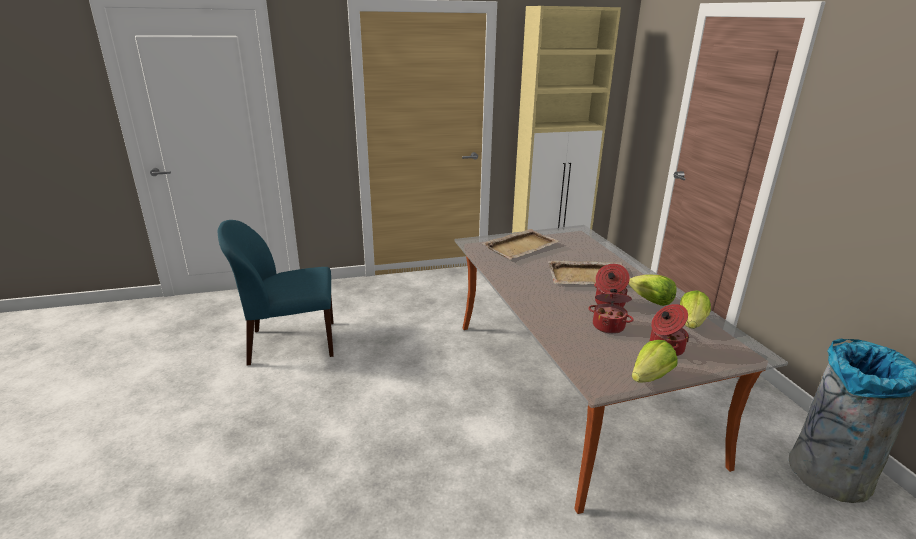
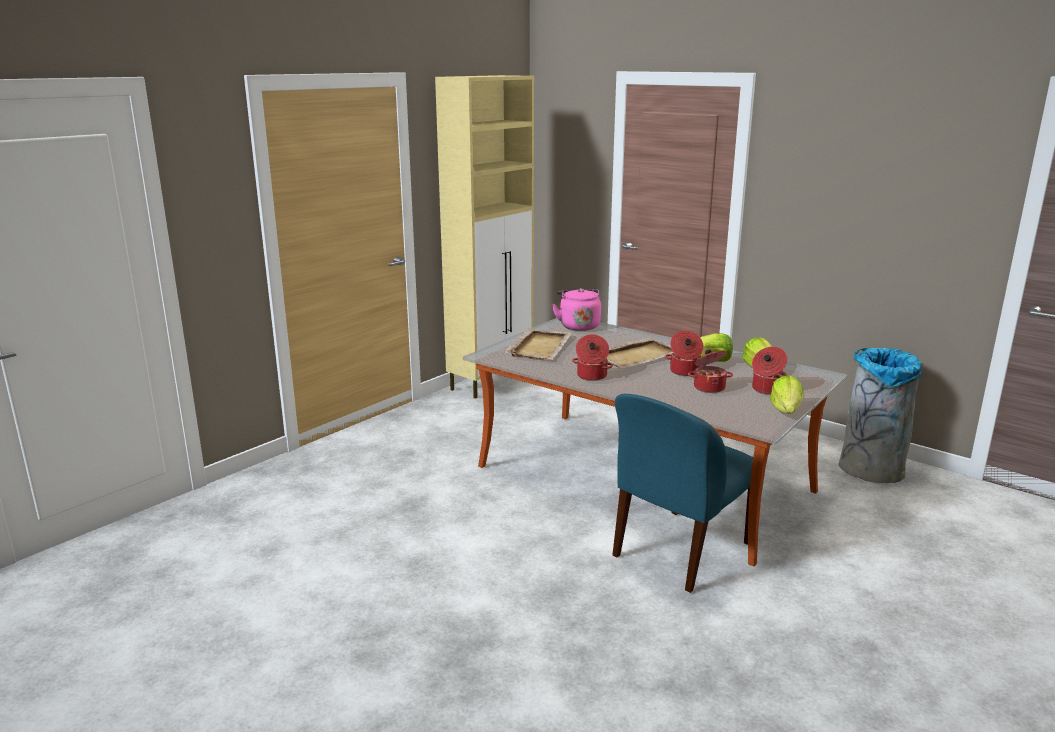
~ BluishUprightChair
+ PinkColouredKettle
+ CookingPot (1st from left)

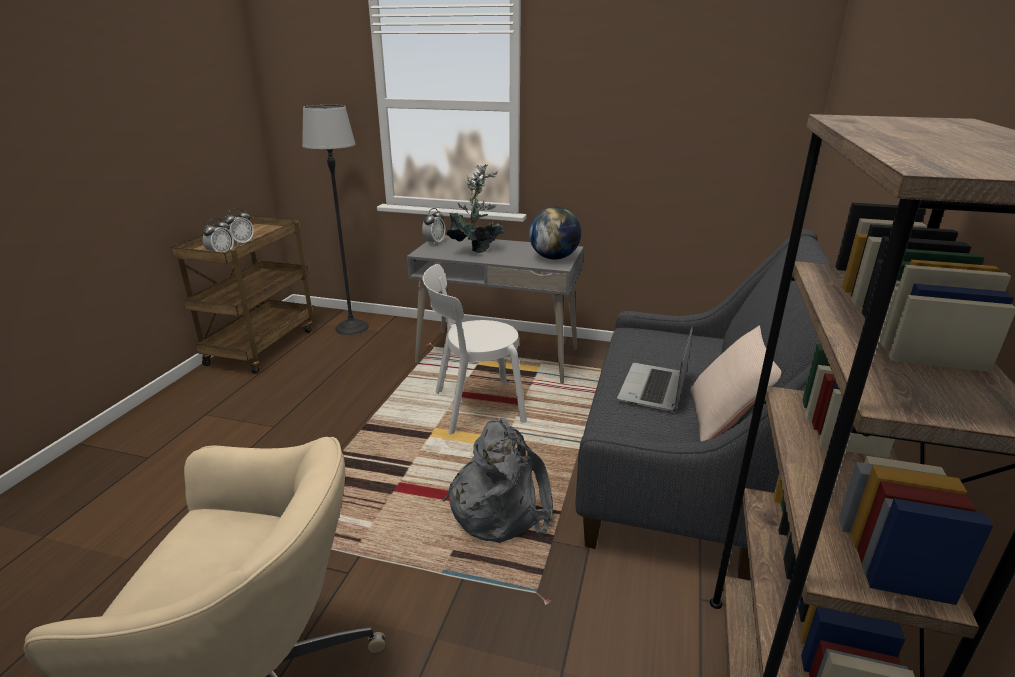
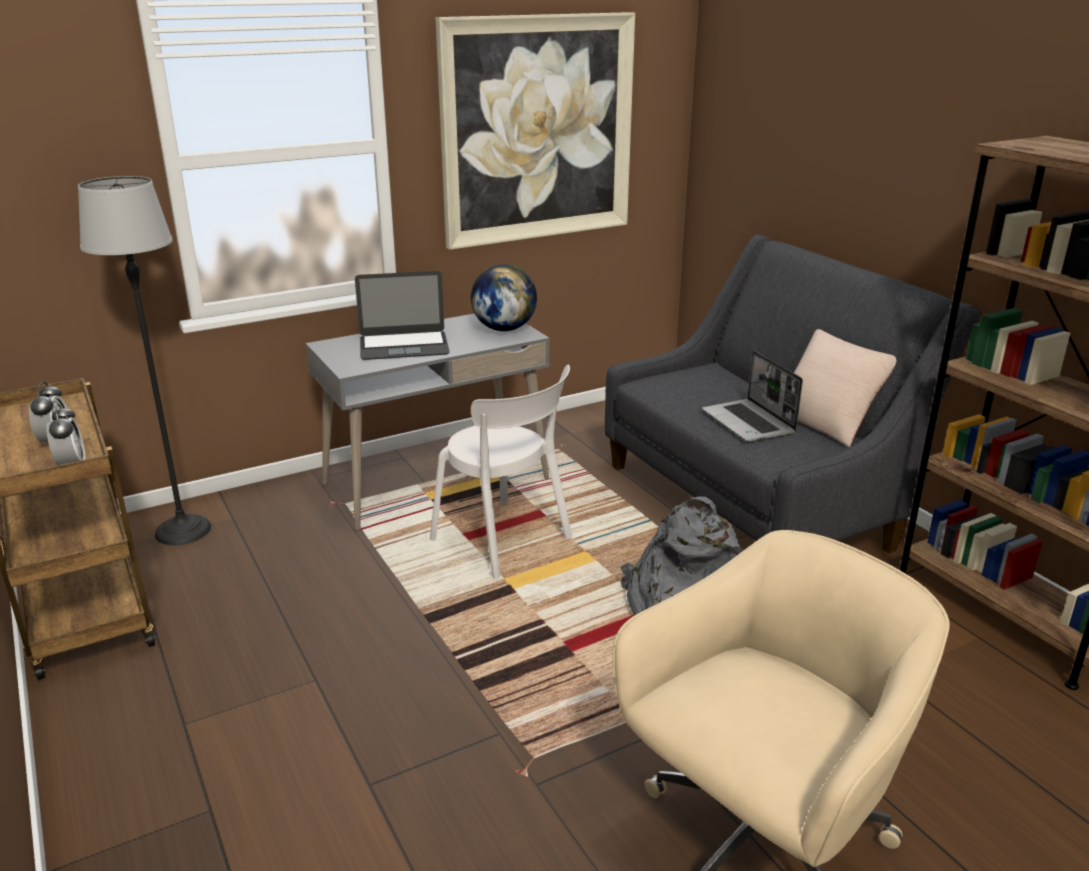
- BedsideClock (3rd from left)
~ WhiteColouredUprightChair 75 degrees counterclockwise
~ PlantInAPot to Laptop (1st from left)
+ Picture

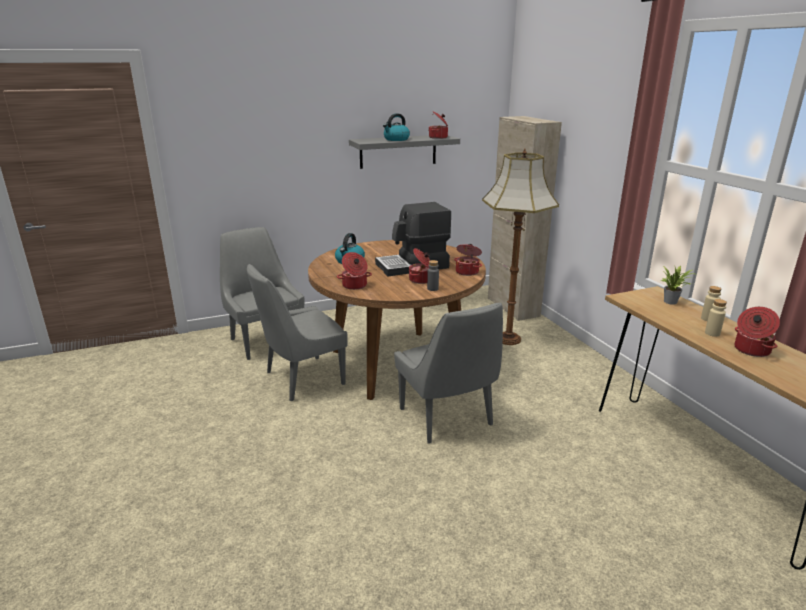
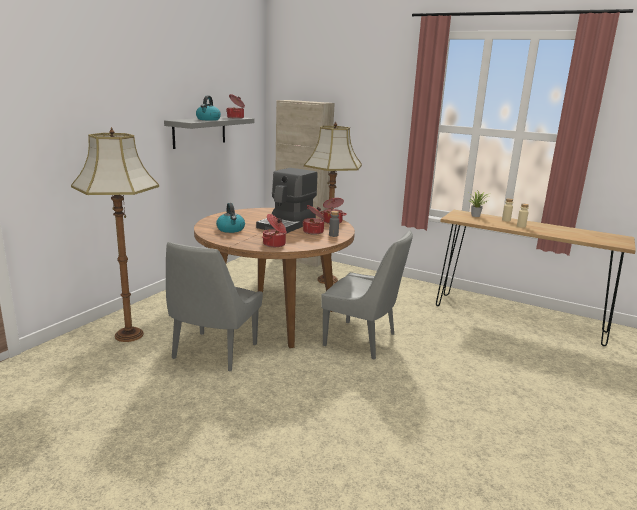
~ GreyishUprightChair (1st from left) to StandardLamp (1st from left)
- CookingPot (5th from left)

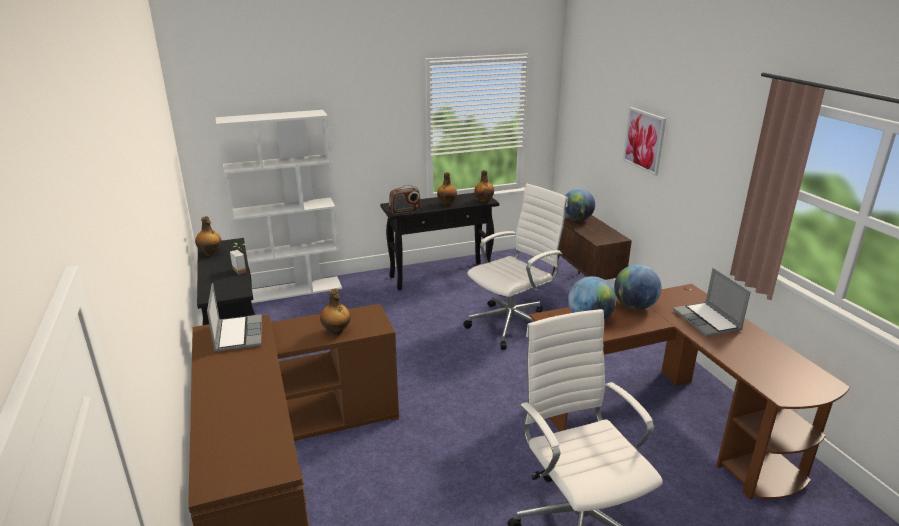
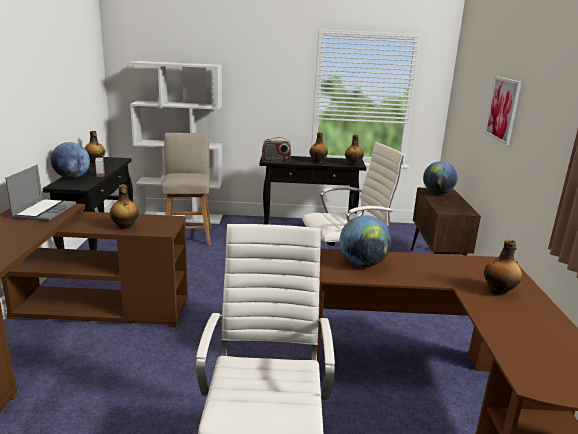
~ Globe (3rd from left in the first image) to Globe (1st from left)
~ Laptop (2nd from left) to Bottle (5th from left)
+ BeigeColouredUprightChair

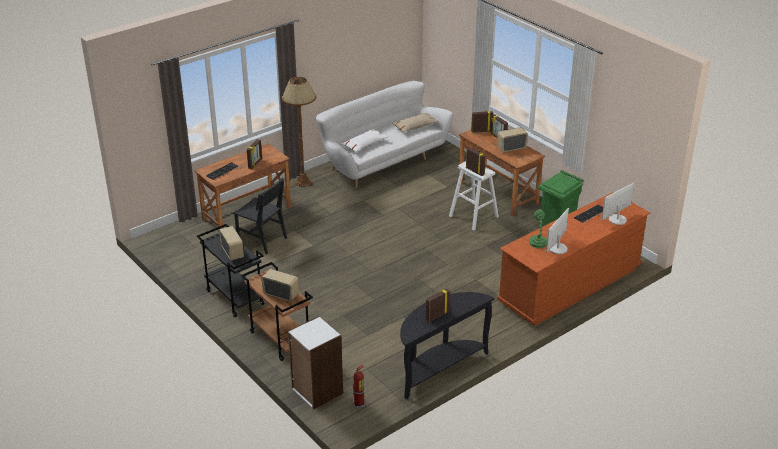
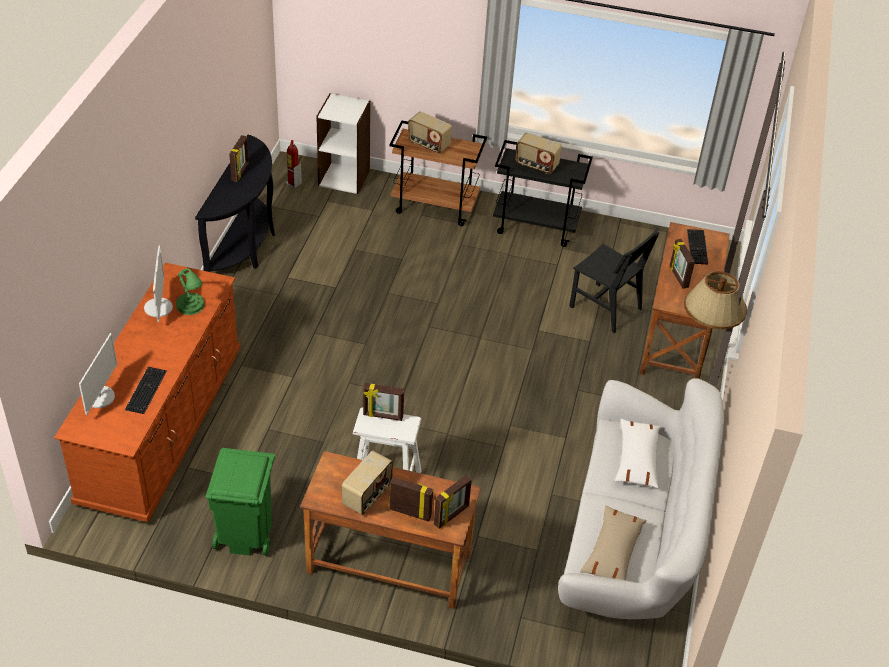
~ BlackUprightChair 135 degrees counterclockwise
~ RadioReceiver (2nd from left) 45 degrees clockwise

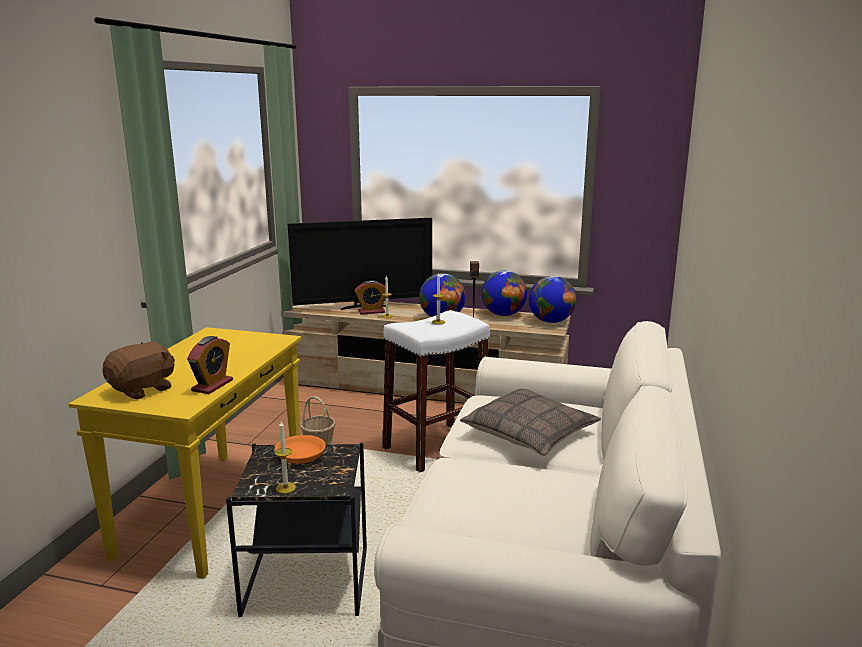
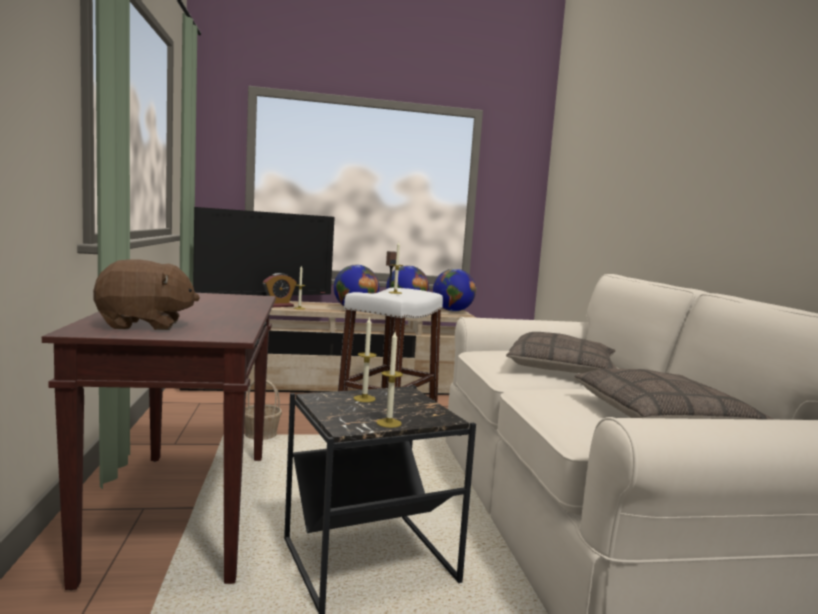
~ YellowHallTable to BrownishHallTable
~ BrownishPlushToy 60 degrees clockwise
- BedsideClock (1st from left)
~ OrangeColouredServingBowl to WaxCandle (2nd from left)
+ Cushion (2nd from left)

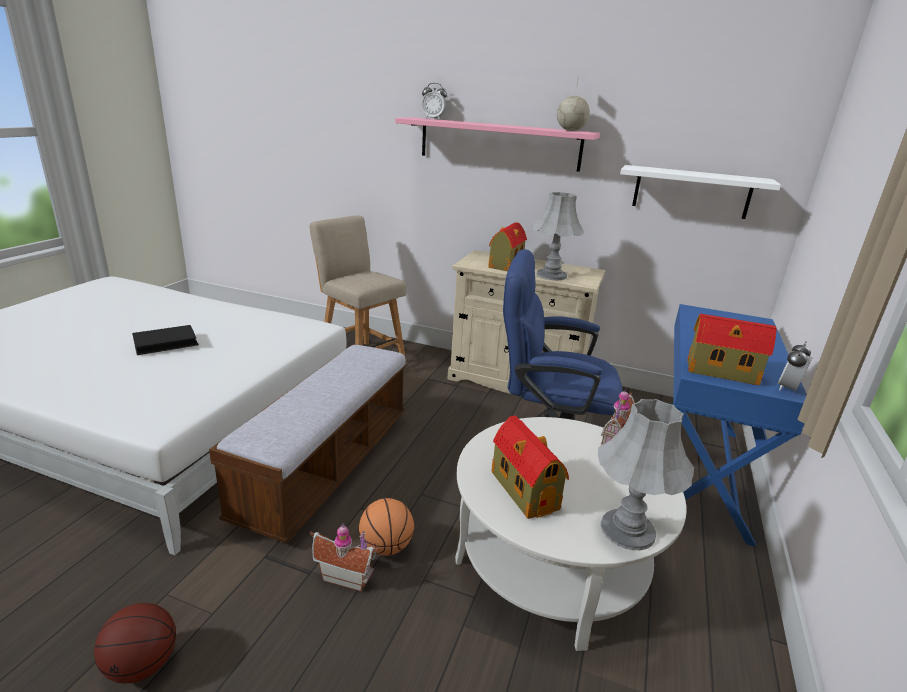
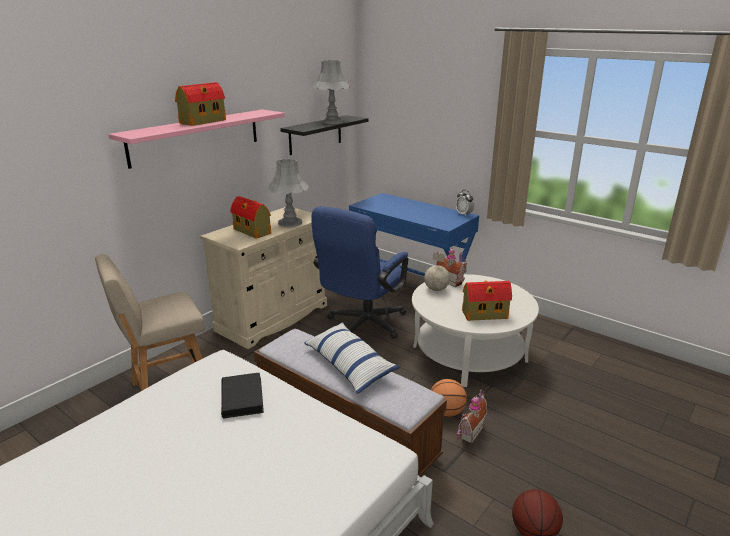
~ BlackBook
- BedsideClock (1st from left)
~ Globe
~ GreyishLampForATable (2nd from left)
~ WhiteColouredWallShelf to BlackWallShelf
~ ToyHouse (5th from left in the first image) to ToyHouse (1st from left)
+ Cushion

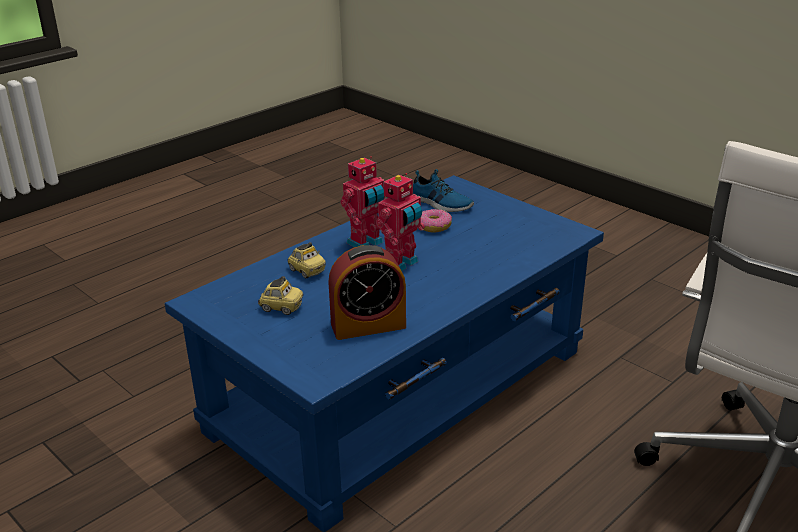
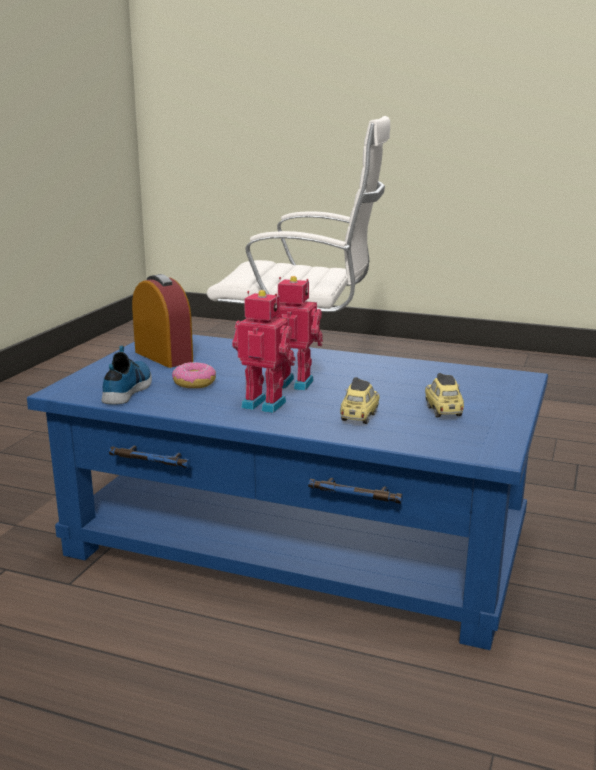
~ BedsideClock

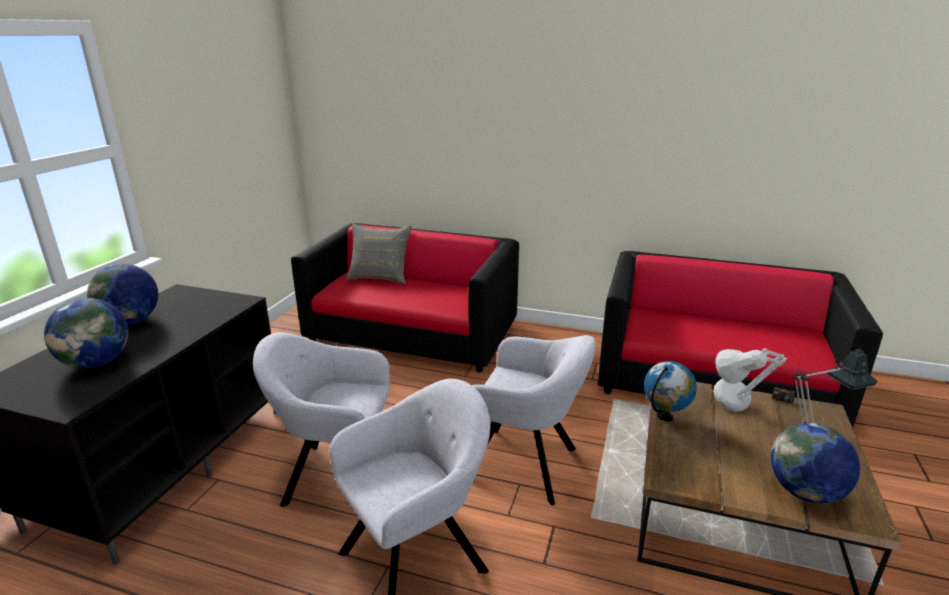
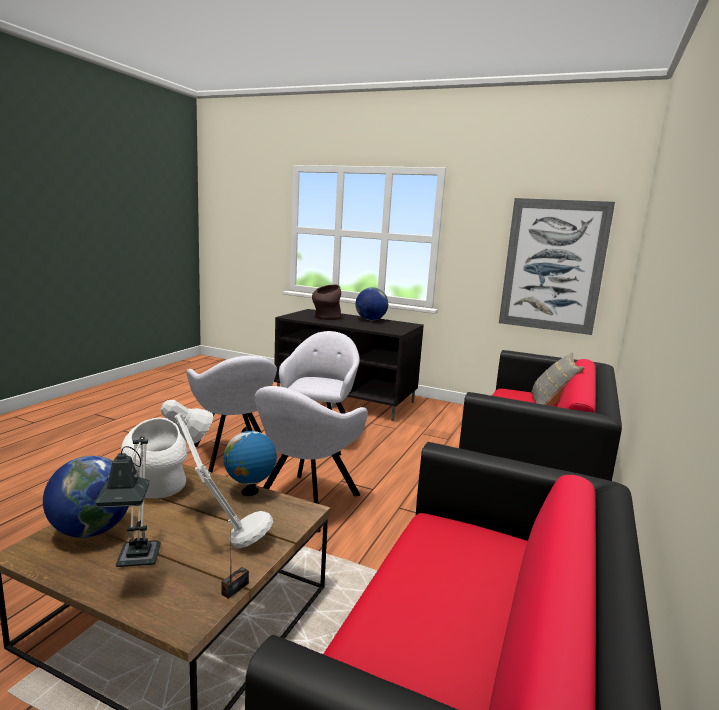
~ Globe (1st from left) to BrownishFlowerVase
+ WhiteColouredFlowerVase
+ Picture

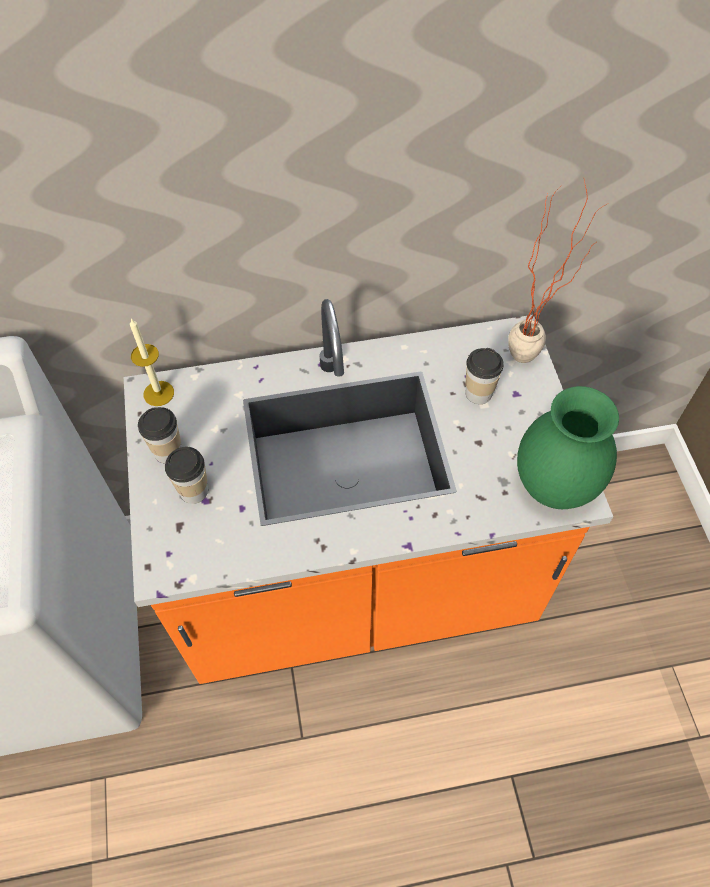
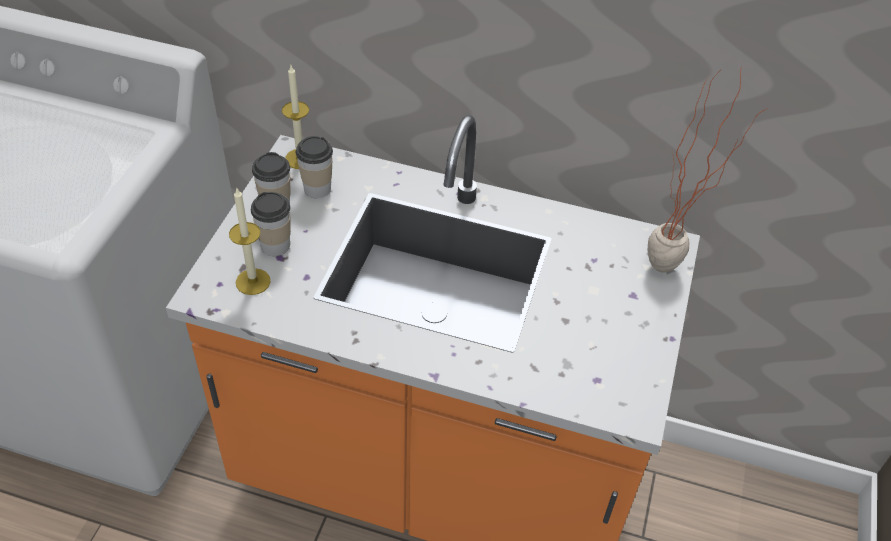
~ SmallCup (3rd from left)
- GreenFlowerVase
+ WaxCandle (1st from left)

